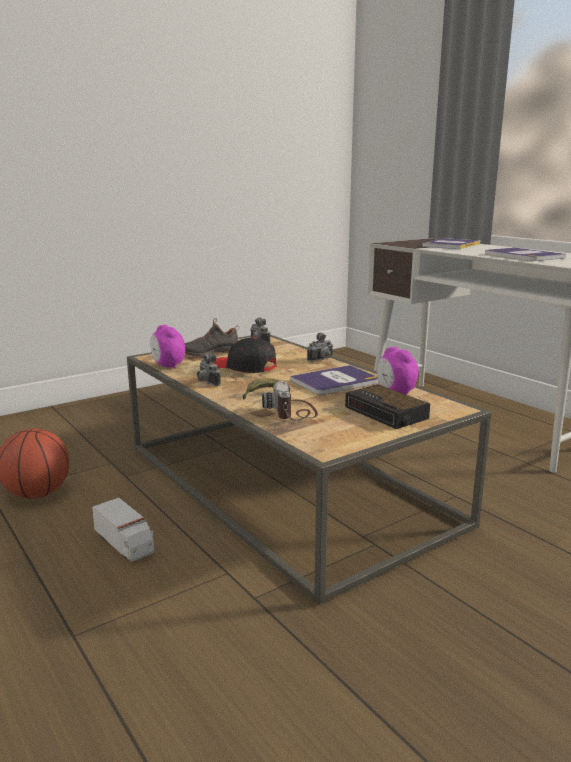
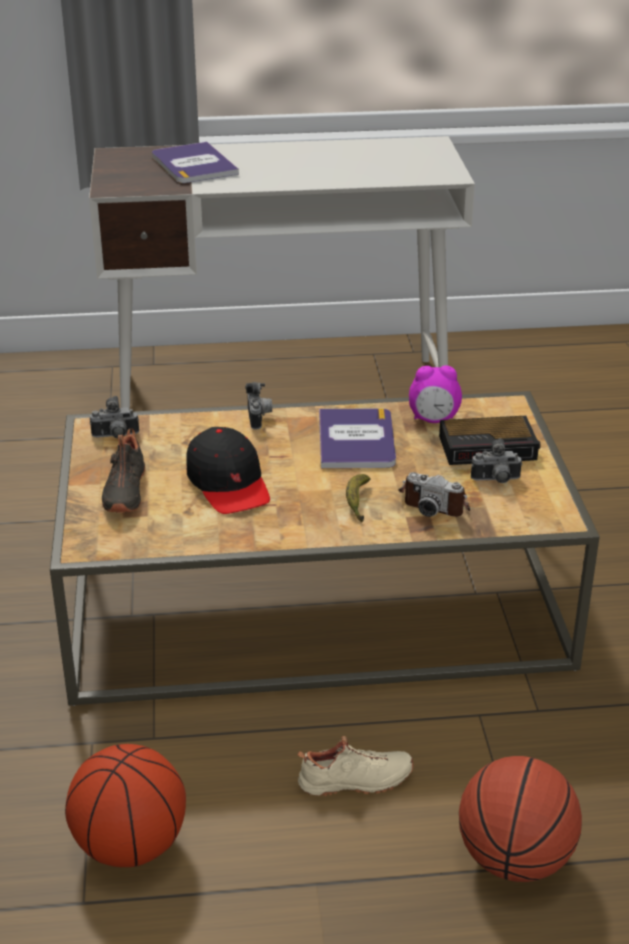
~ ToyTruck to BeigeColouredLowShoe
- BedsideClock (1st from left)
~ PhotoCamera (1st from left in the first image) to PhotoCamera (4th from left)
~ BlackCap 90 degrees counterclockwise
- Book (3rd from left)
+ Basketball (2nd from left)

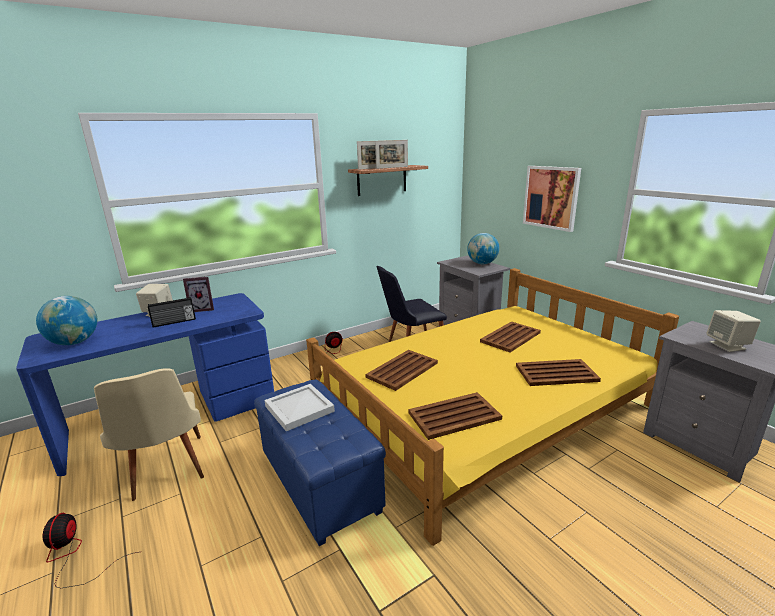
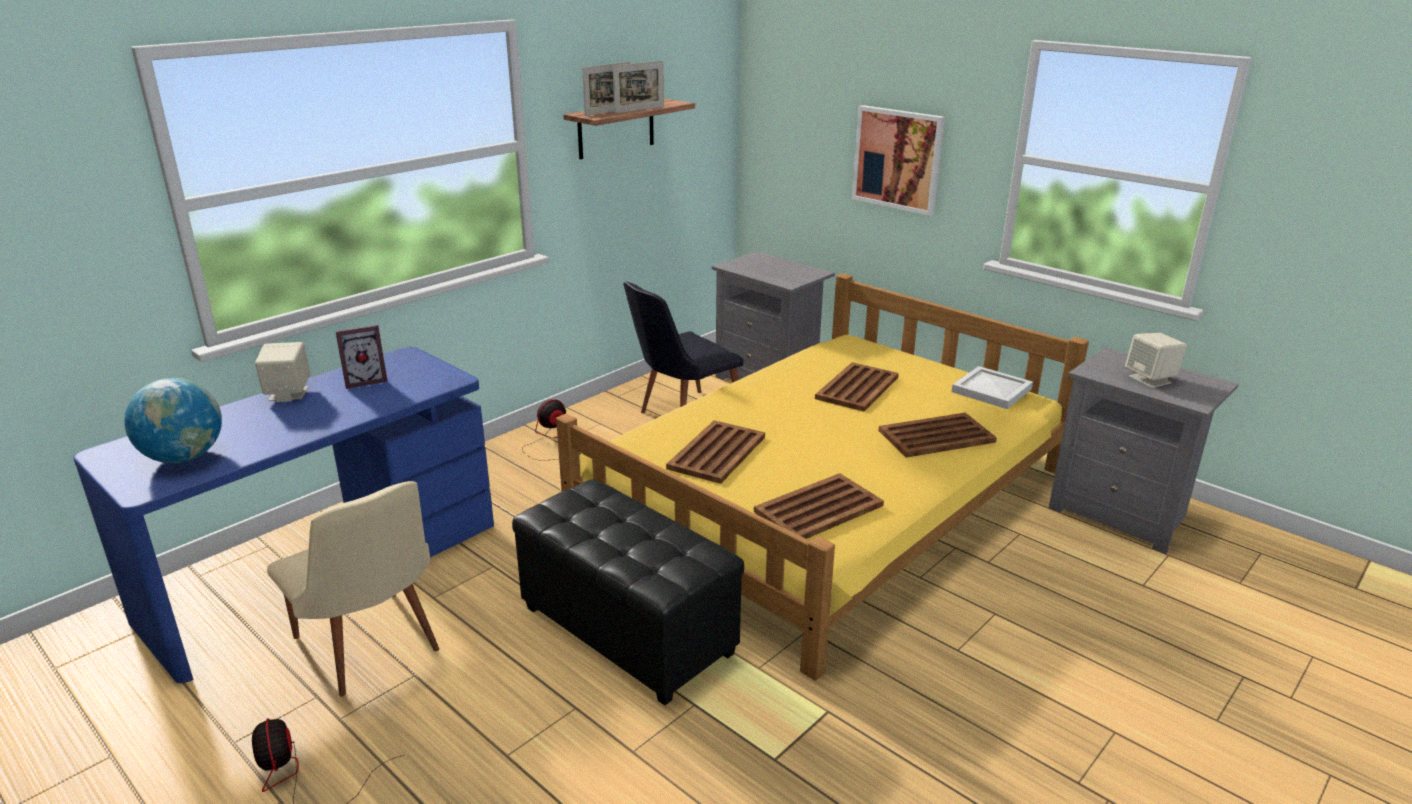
- RadioReceiver
~ BluishPouffe to BlackPouffe
~ WhiteColouredCarryingTray
- Globe (2nd from left)

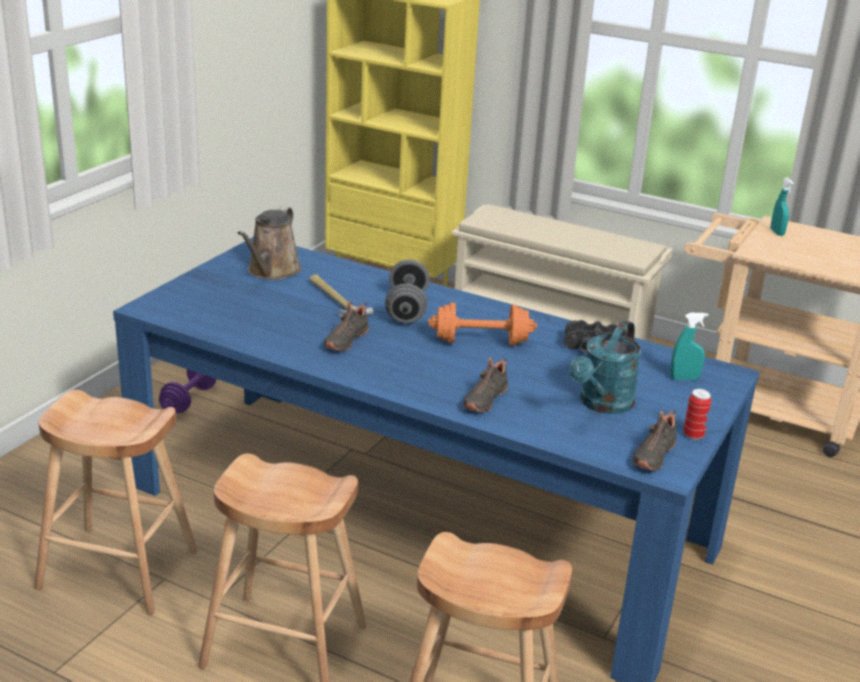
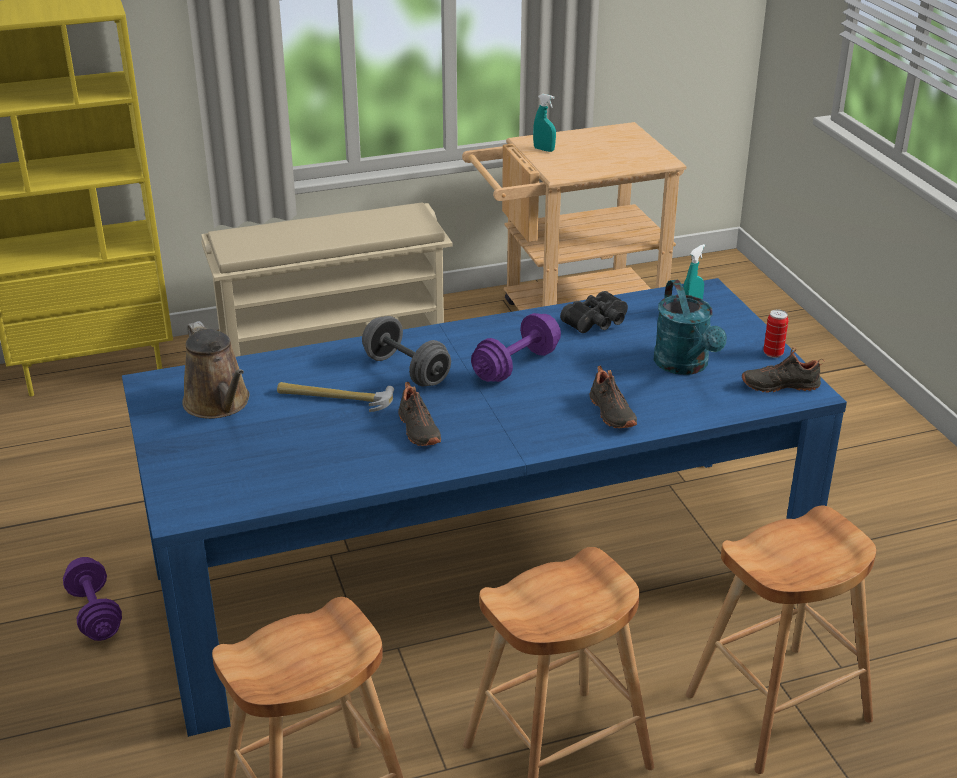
~ OrangeColouredFreeWeight to PurpleFreeWeight (2nd from left)
~ BlackLowShoe (3rd from left) 105 degrees clockwise

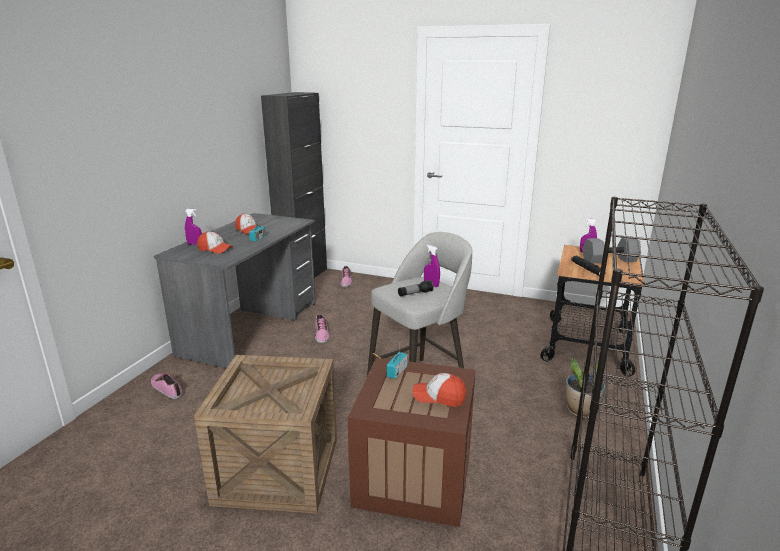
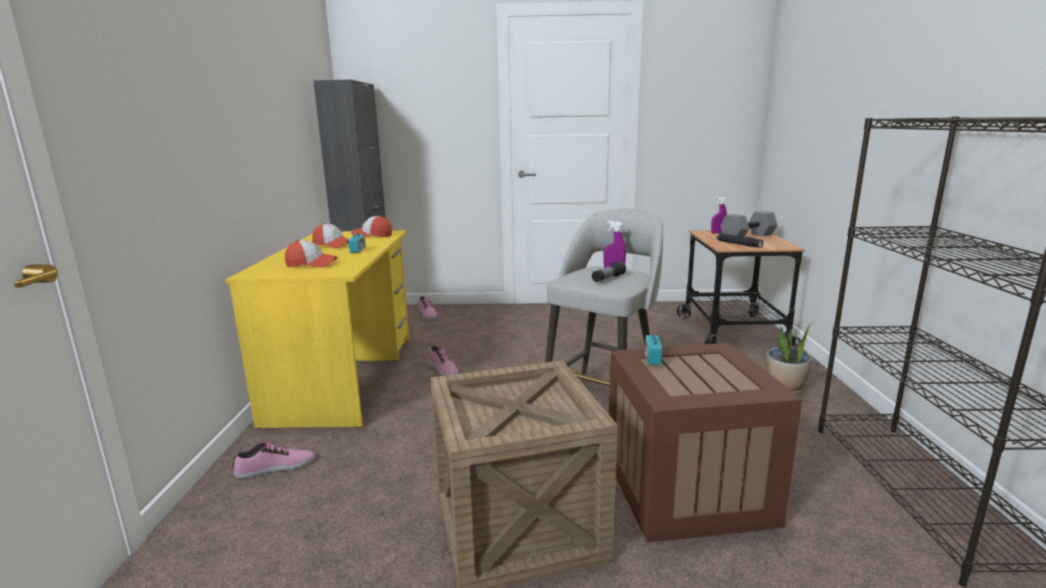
~ LowShoe (1st from left) 135 degrees clockwise
~ GreyishDeskUnit to YellowDeskUnit
- PurpleHandSprayer (1st from left)
~ Cap (3rd from left)

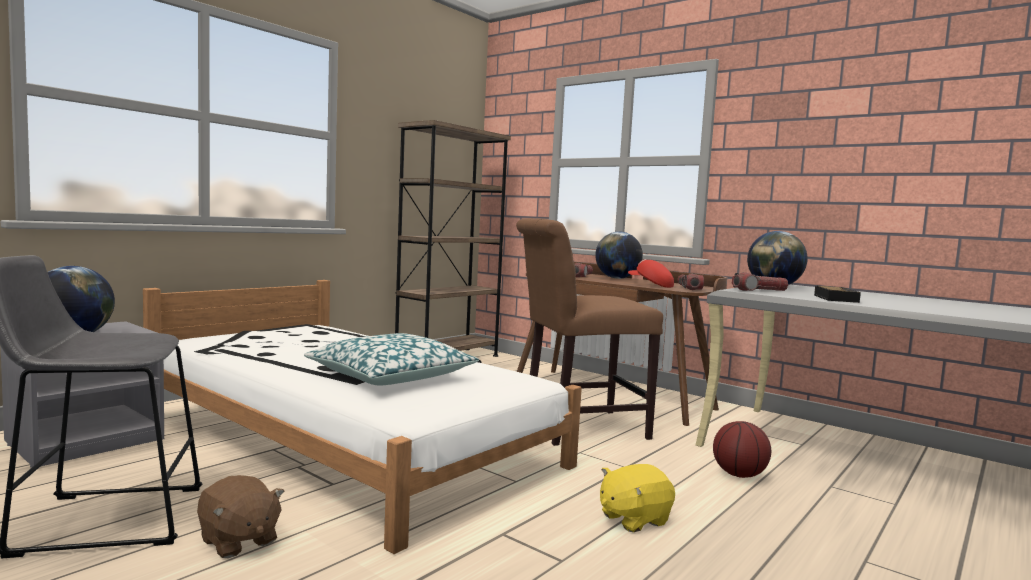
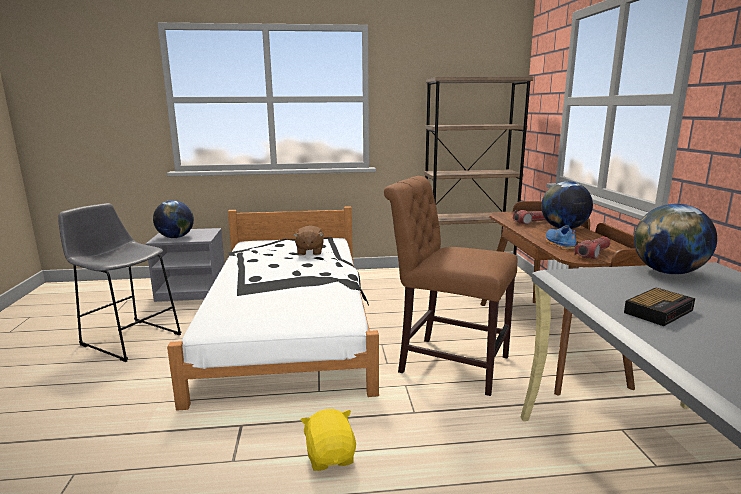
~ BrownishPlushToy
- Cushion
~ YellowPlushToy 60 degrees clockwise
~ RedColouredCap to BluishLowShoe
- Basketball
- Torch (3rd from left)

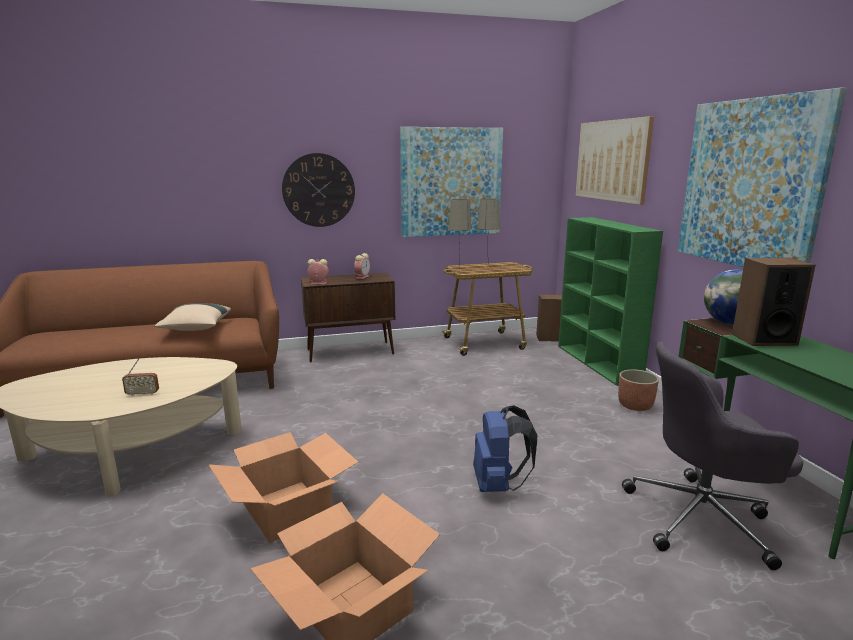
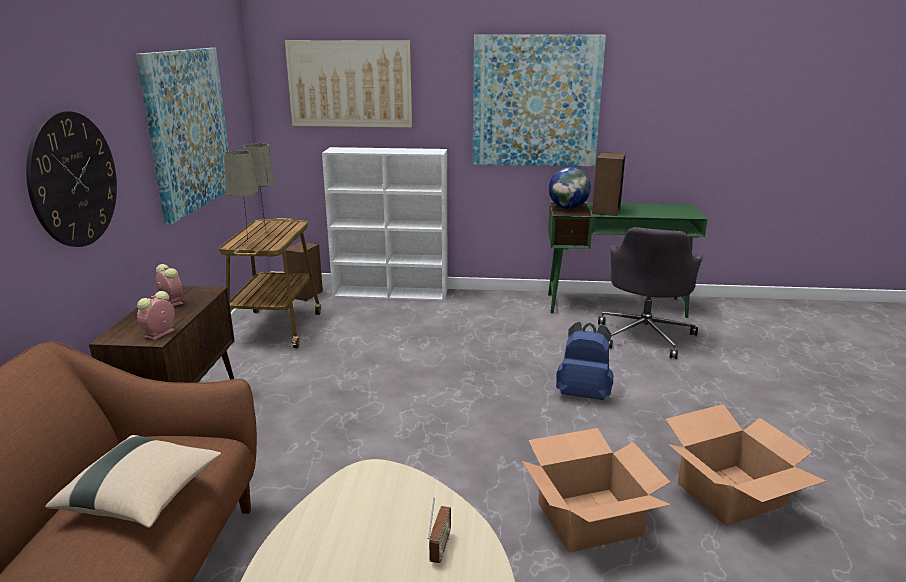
~ GreenBookshelf to WhiteColouredBookshelf
- PlantPot

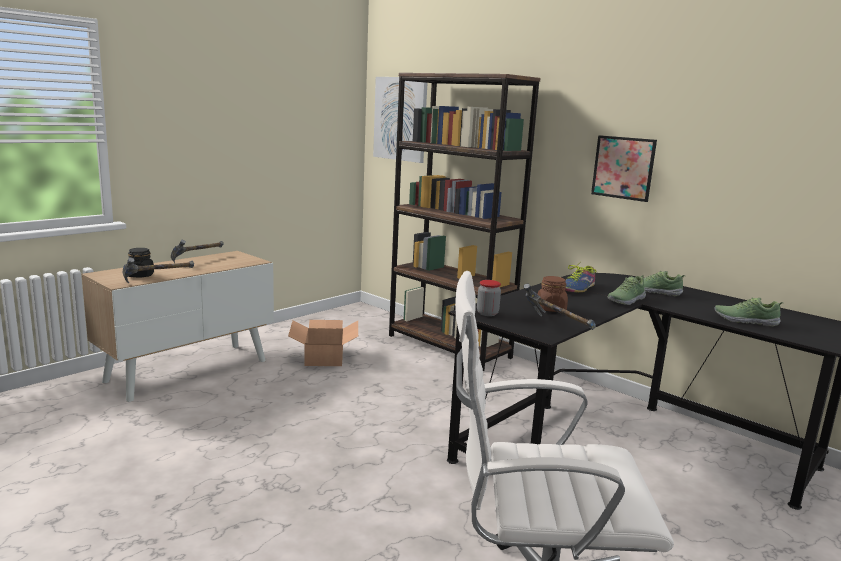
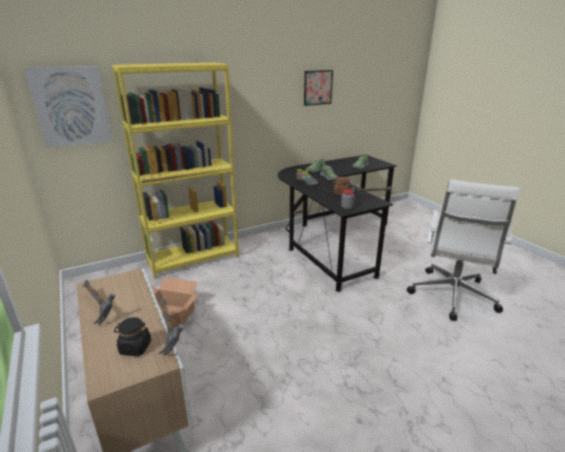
~ BrownishBookshelf to YellowBookshelf
~ Picture (2nd from left)

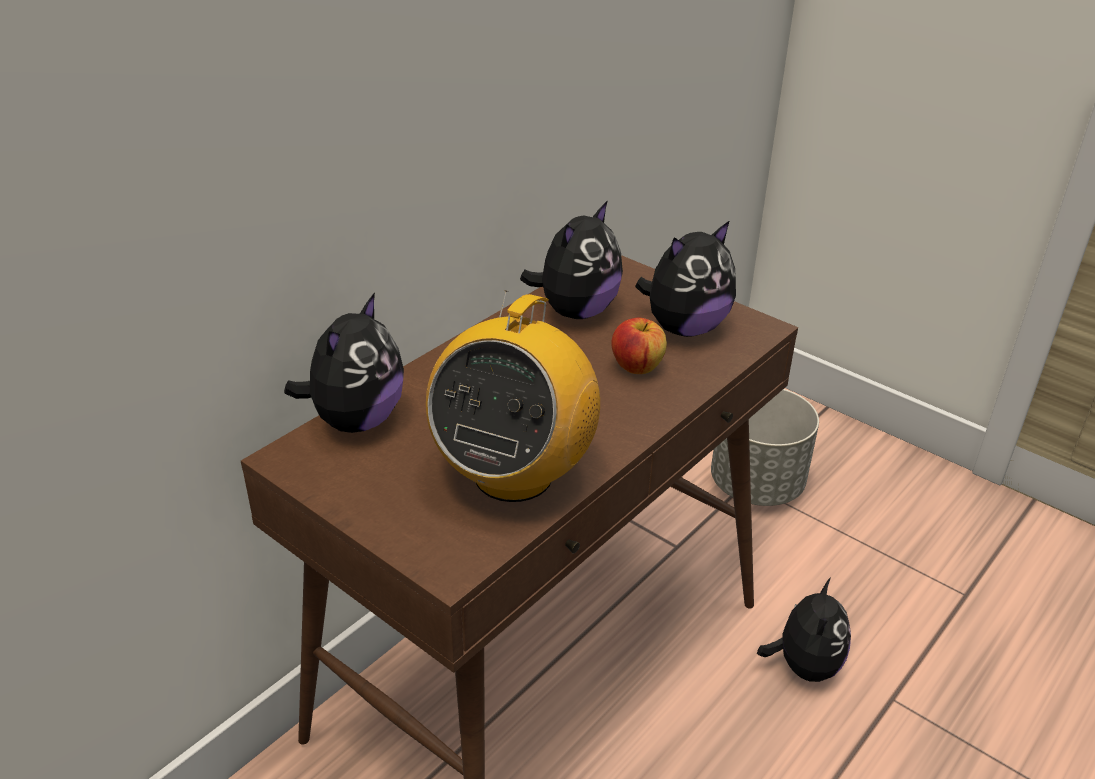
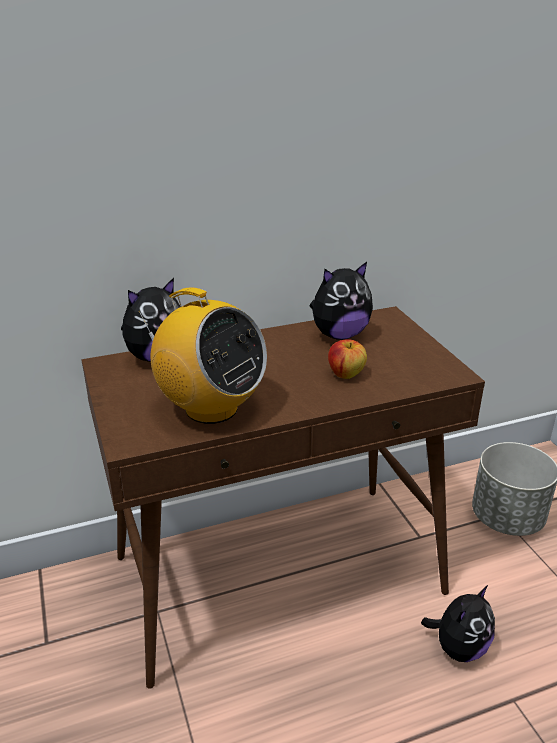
~ RadioReceiver 105 degrees counterclockwise
- PlushToy (3rd from left)

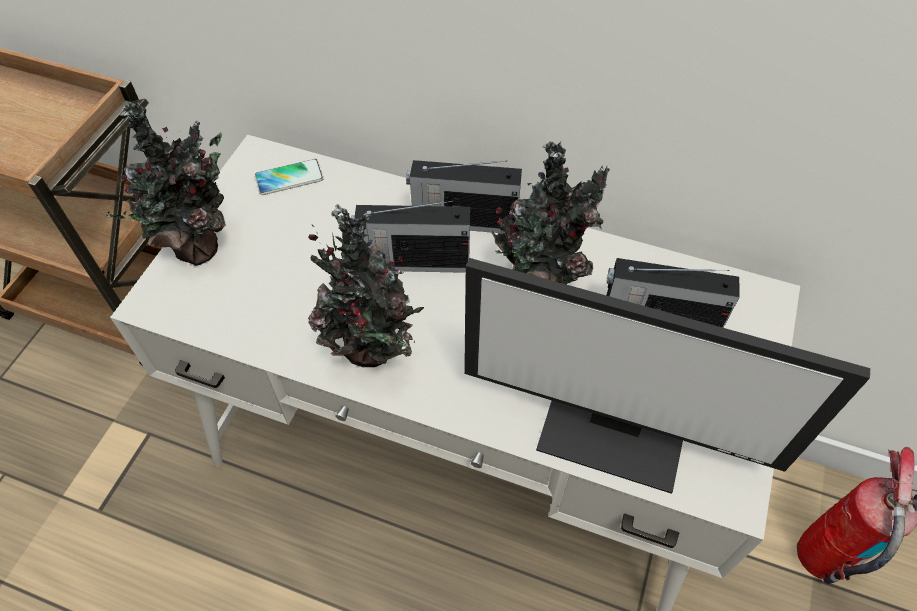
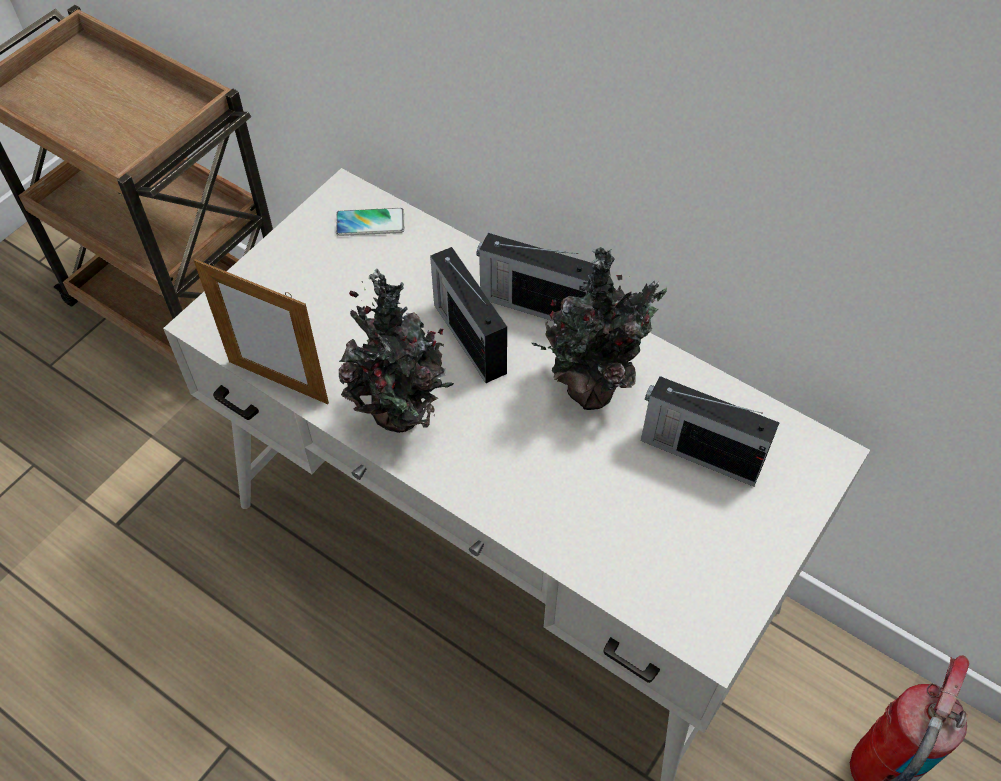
- PlantInAPot (1st from left)
~ RadioReceiver (1st from left) 45 degrees clockwise
- ComputerScreen
+ StandingFrame

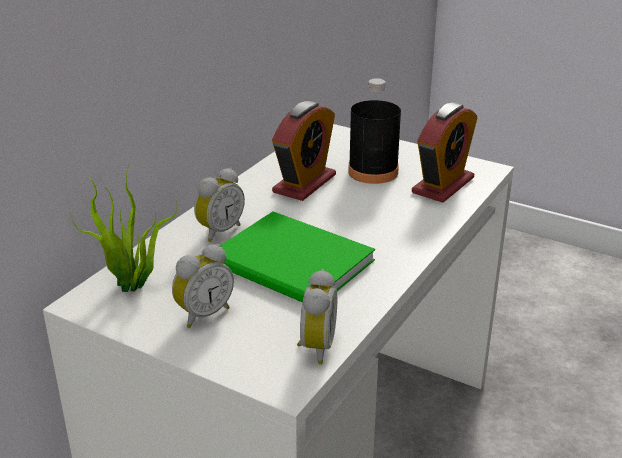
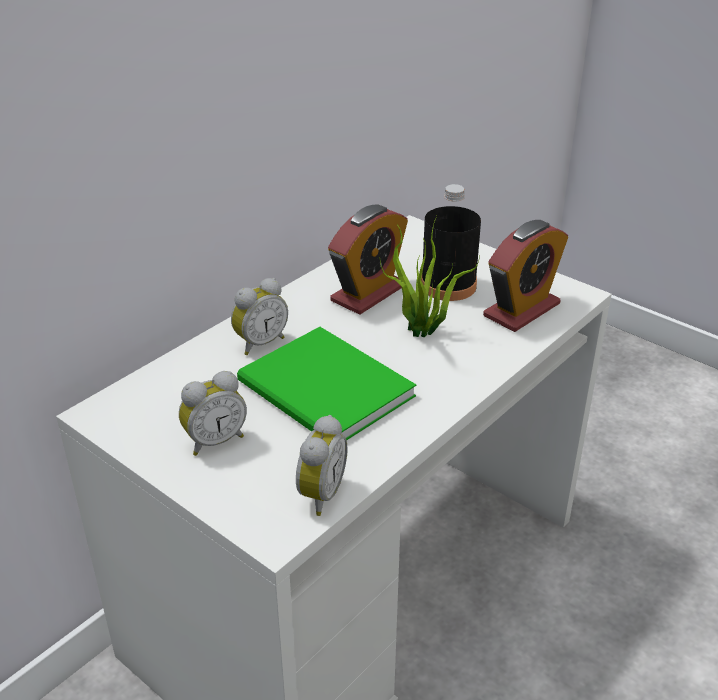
~ PlantInAPot

